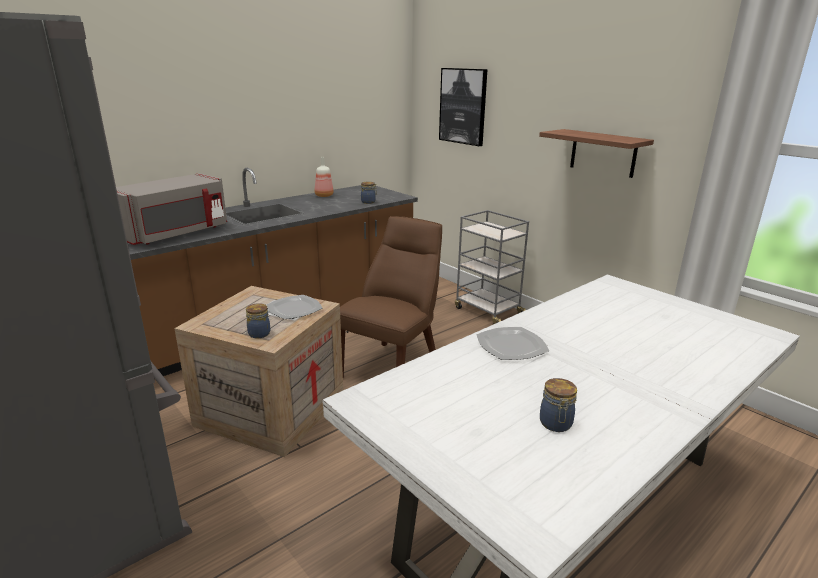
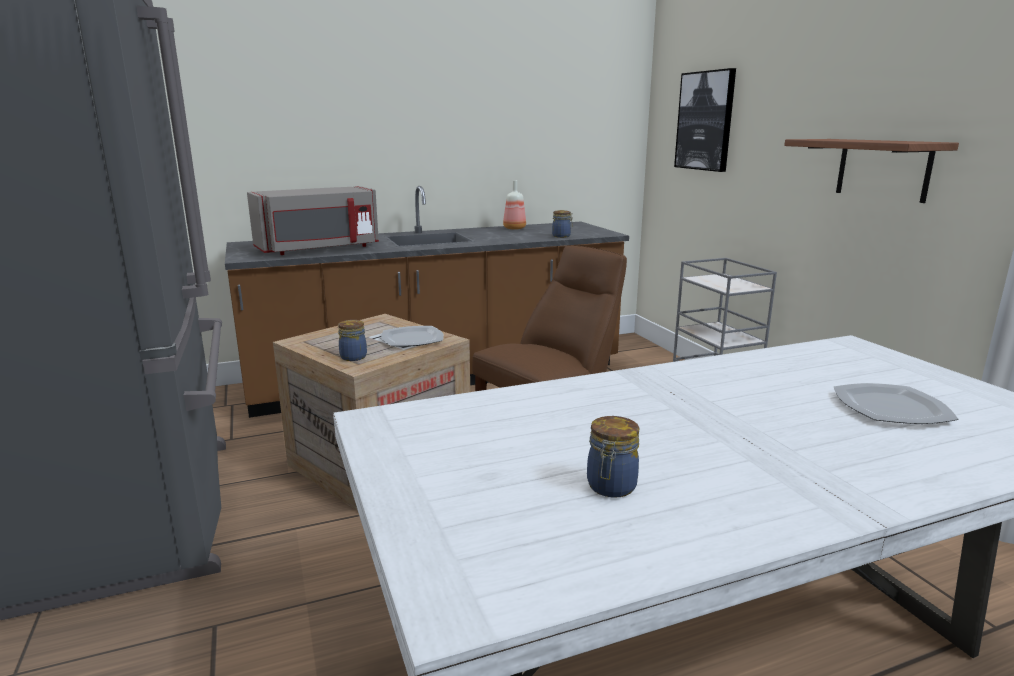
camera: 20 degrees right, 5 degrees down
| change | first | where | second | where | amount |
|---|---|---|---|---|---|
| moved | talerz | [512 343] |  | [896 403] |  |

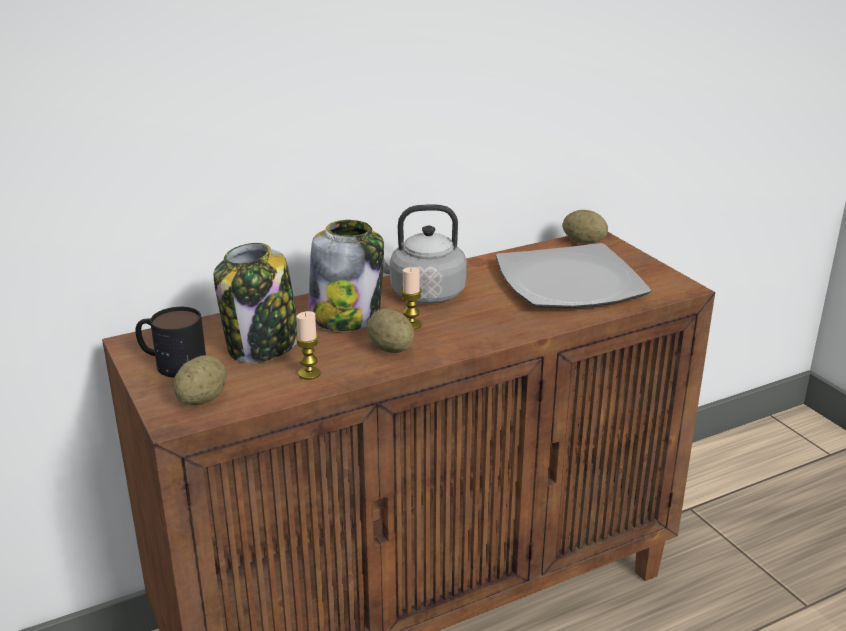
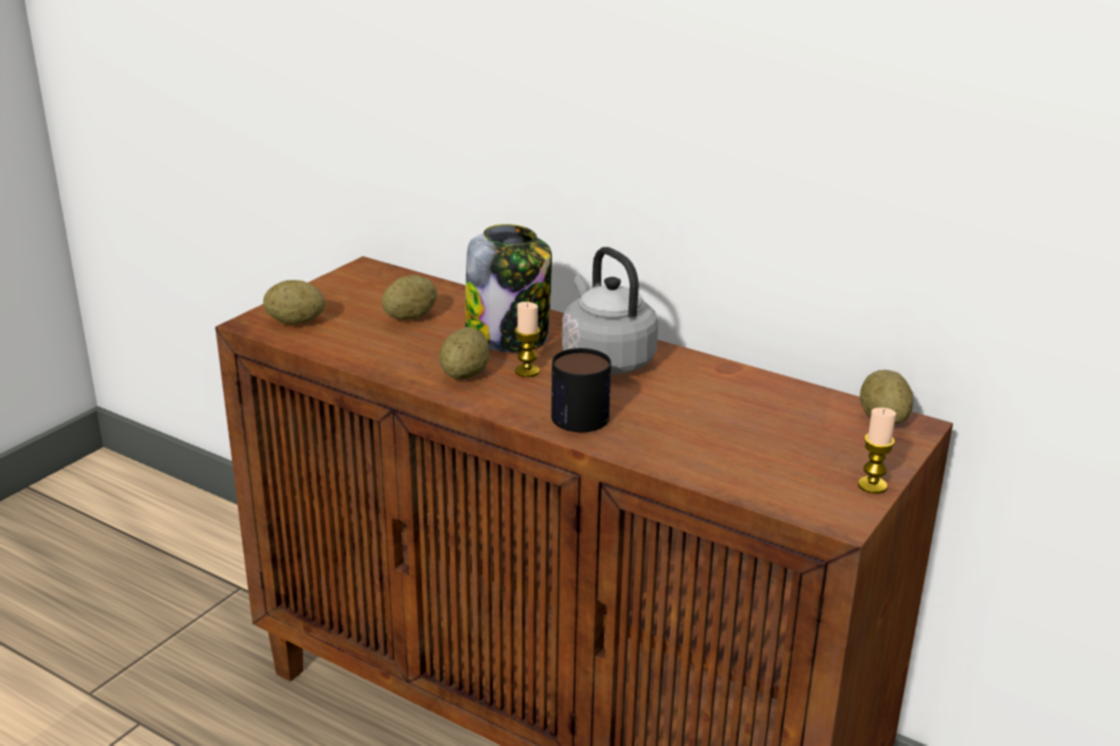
camera: 60 degrees right, 0 degrees up
| change | first | where | second | where | amount |
|---|---|---|---|---|---|
| replaced | słoik | [256 303] | ziemniak | [409 297] |  |
| moved | kubek | [170 342] |  | [581 390] |  |
| moved | świeca | [308 345] |  | [877 450] |  |
| removed | talerz | [573 275] |  |  |  |

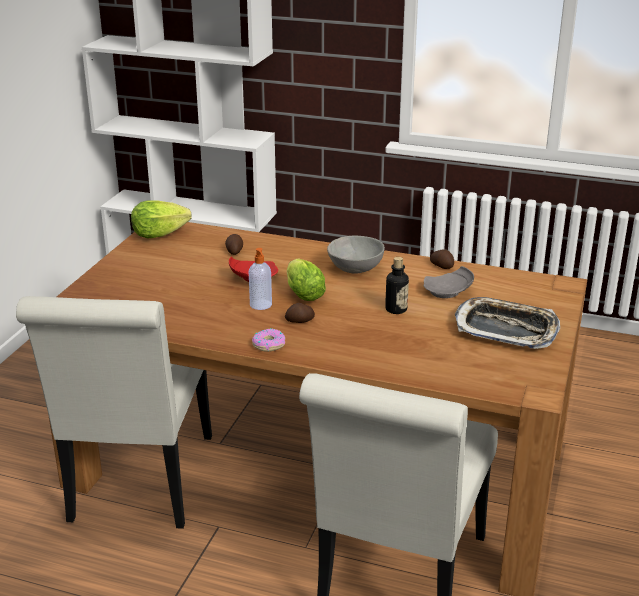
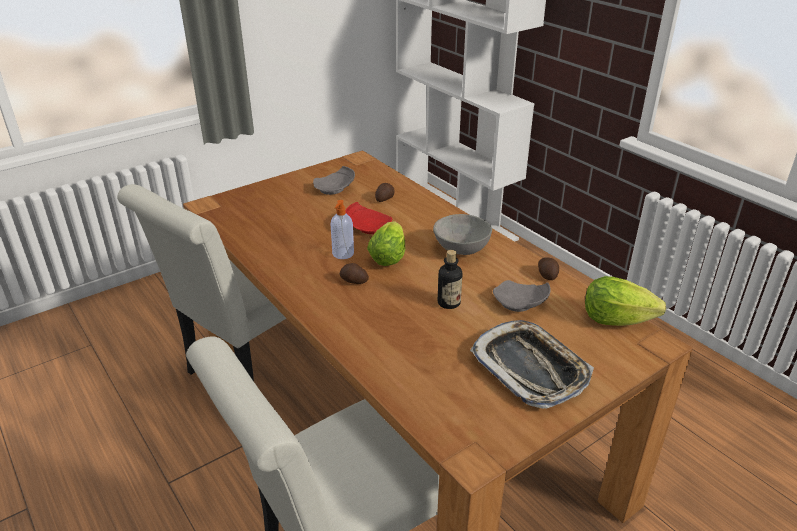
camera: 35 degrees right, 5 degrees up
| change | first | where | second | where | amount |
|---|---|---|---|---|---|
| added |  |  | talerz (szary) | [334 180] |  |
| moved | sałata | [161 219] |  | [625 301] |  |
| removed | donut | [269 340] |  |  |  |

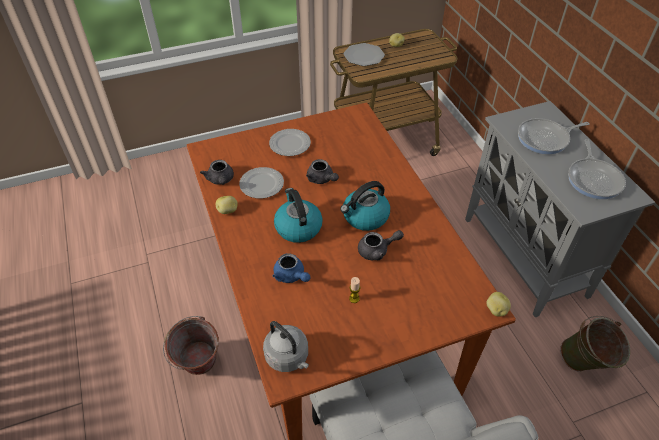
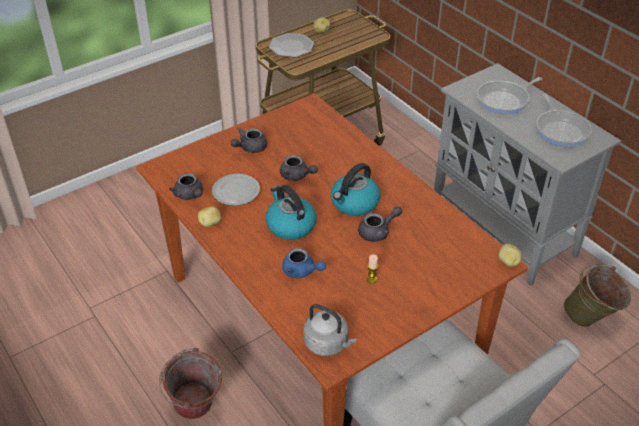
camera: 15 degrees left, 5 degrees down
| change | first | where | second | where | amount |
|---|---|---|---|---|---|
| replaced | talerz | [290 142] | imbryk (szary) | [249 140] |  |

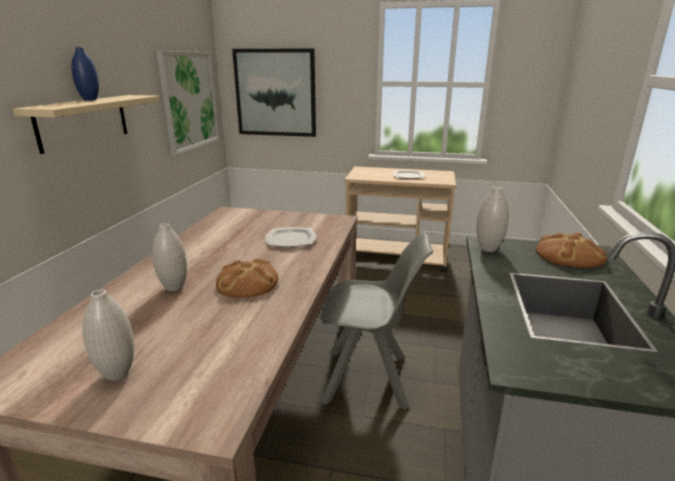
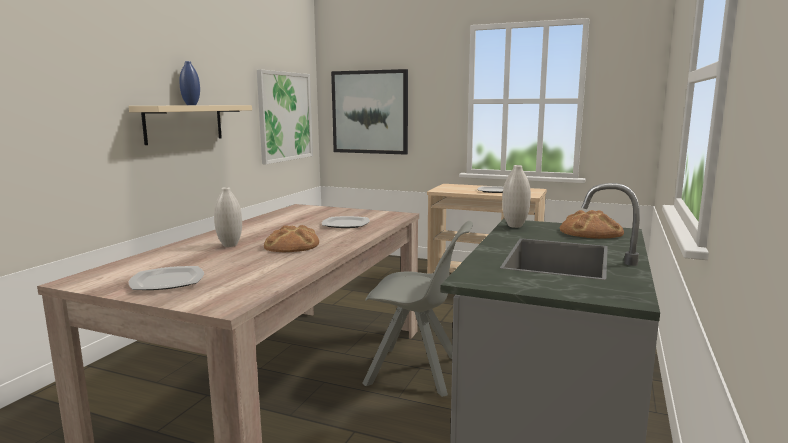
camera: 10 degrees right, 10 degrees down
| change | first | where | second | where | amount |
|---|---|---|---|---|---|
| replaced | wazon (biały) | [108 334] | talerz | [166 278] |  |

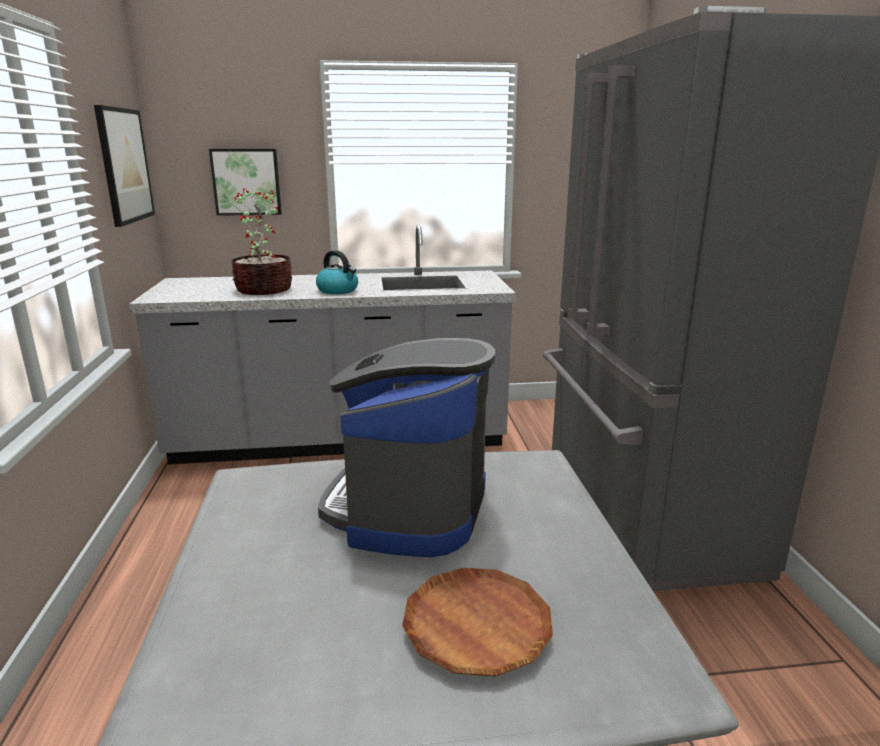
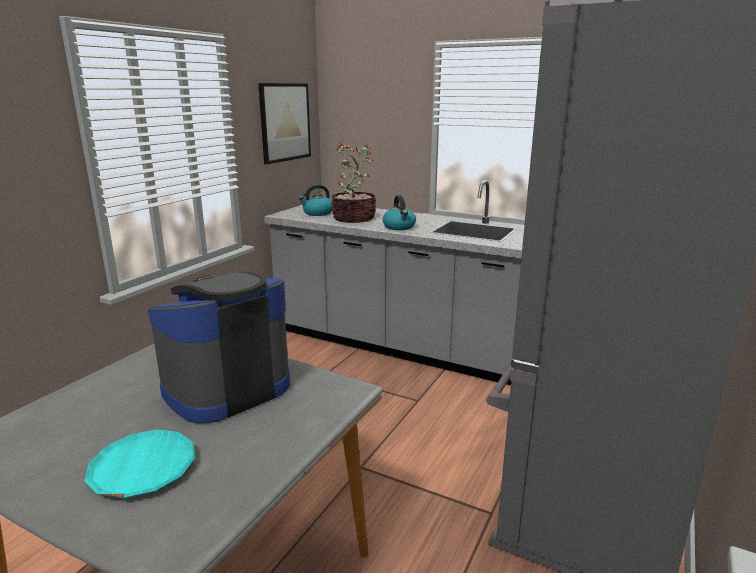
camera: 35 degrees right, 0 degrees up
| change | first | where | second | where | amount |
|---|---|---|---|---|---|
| recoloured | talerz (brązowy) | [477 622] | talerz (turkusowy) | [140 463] |  |
| added |  |  | czajnik | [315 200] |  |
| removed | obraz | [245 182] |  |  |  |

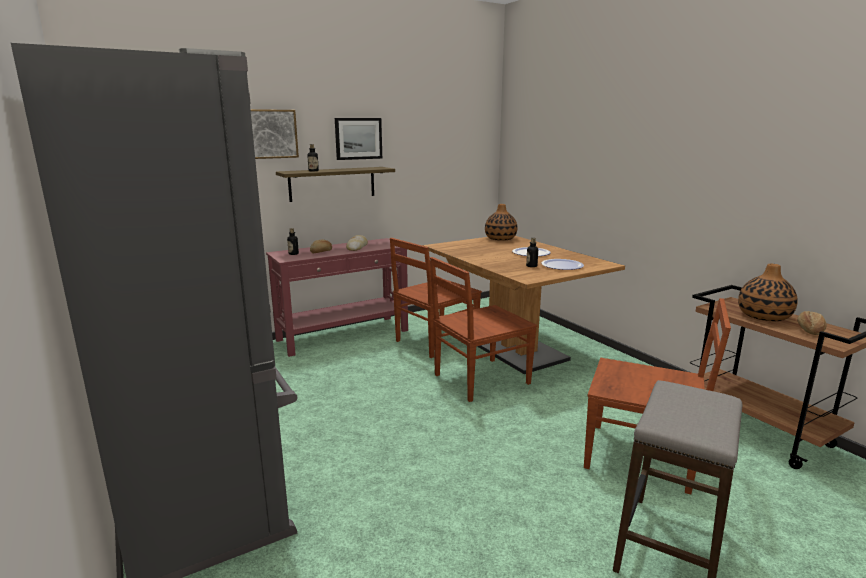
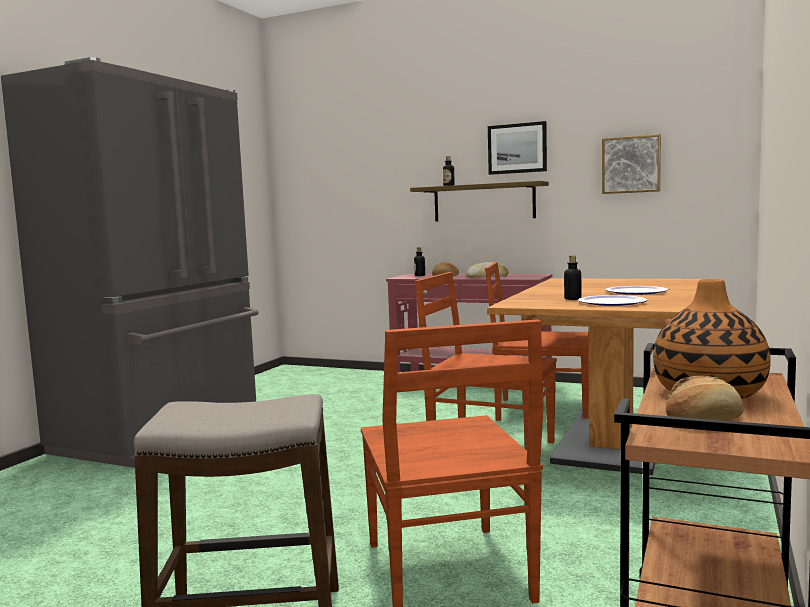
camera: 55 degrees right, 10 degrees down
| change | first | where | second | where | amount |
|---|---|---|---|---|---|
| moved | obraz | [274 134] |  | [631 164] |  |
| removed | wazon | [501 222] |  |  |  |

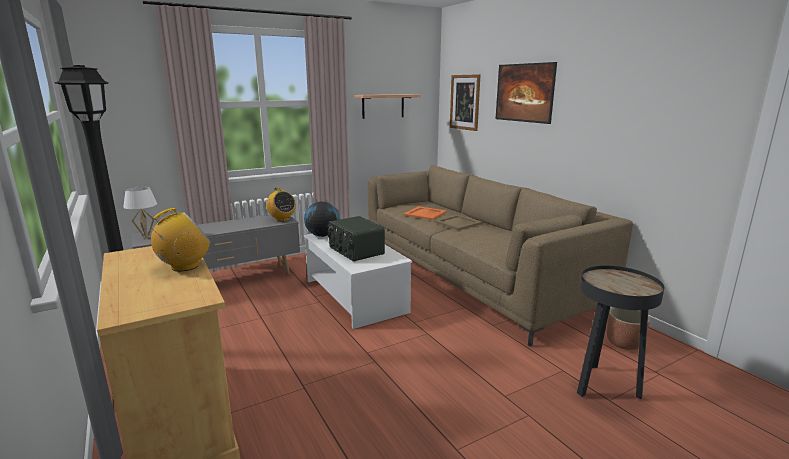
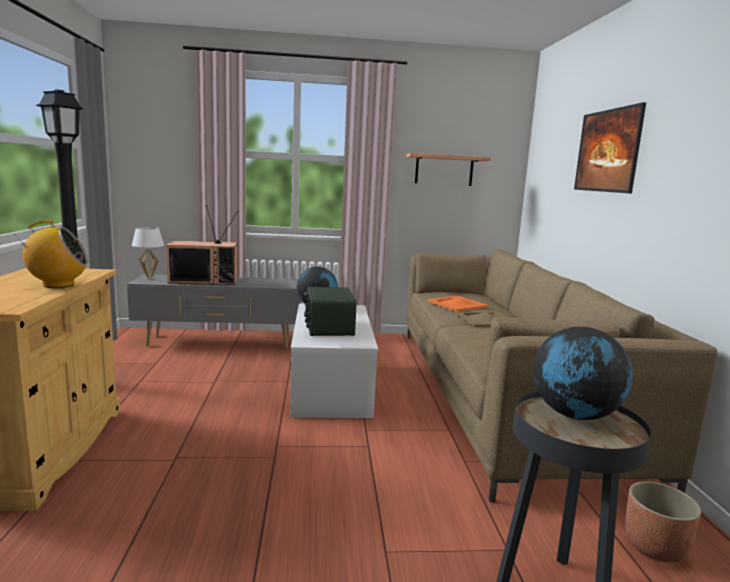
camera: 25 degrees right, 5 degrees down
| change | first | where | second | where | amount |
|---|---|---|---|---|---|
| added |  |  | telewizor | [202 245] |  |
| added |  |  | globus | [583 373] |  |
| removed | radio | [281 204] |  |  |  |
| removed | obraz | [465 102] |  |  |  |

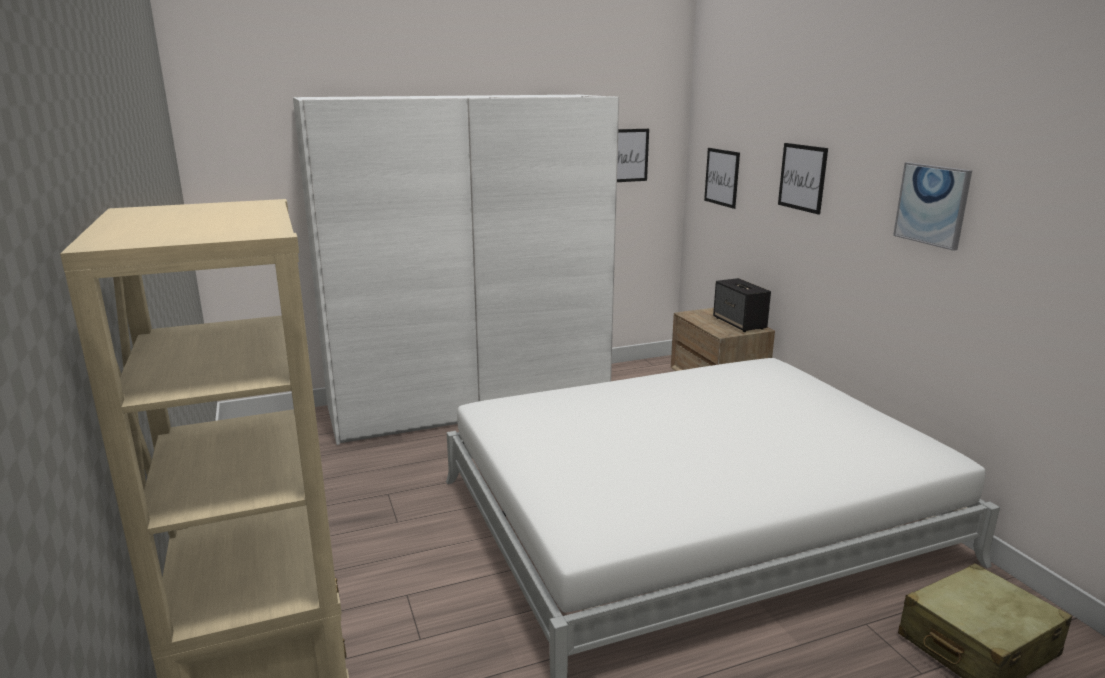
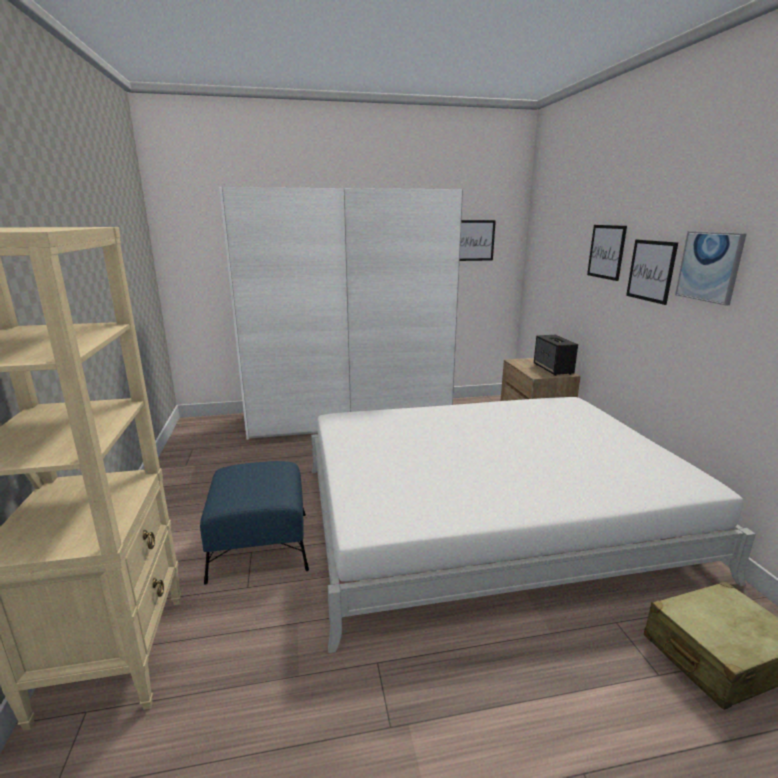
camera: 10 degrees right, 0 degrees up
| change | first | where | second | where | amount |
|---|---|---|---|---|---|
| added |  |  | pufa (niebieski) | [254 523] |  |
| moved | obraz | [722 178] |  | [652 272] |  |

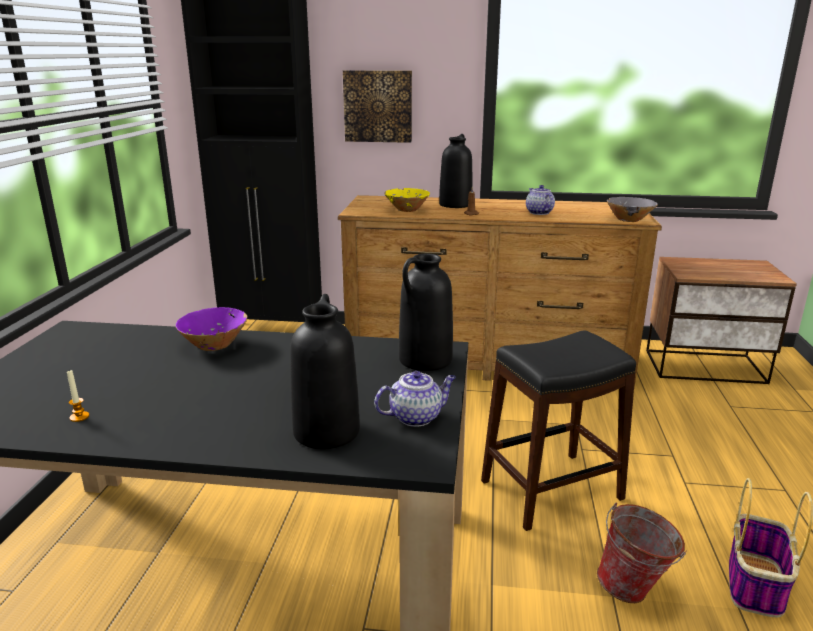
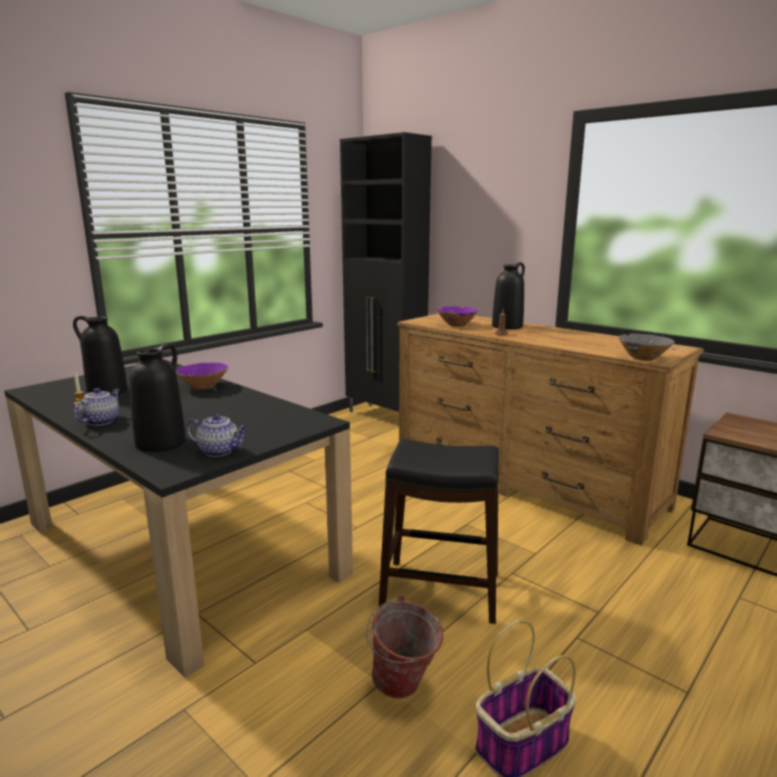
camera: 35 degrees right, 5 degrees down
| change | first | where | second | where | amount |
|---|---|---|---|---|---|
| moved | wazon (czarny) | [426 312] |  | [100 356] |  |
| moved | imbryk | [540 200] |  | [97 407] |  |
| recoloured | miska (żółty) | [407 200] | miska (fioletowy) | [457 316] |  |
| removed | obraz | [377 106] |  |  |  |

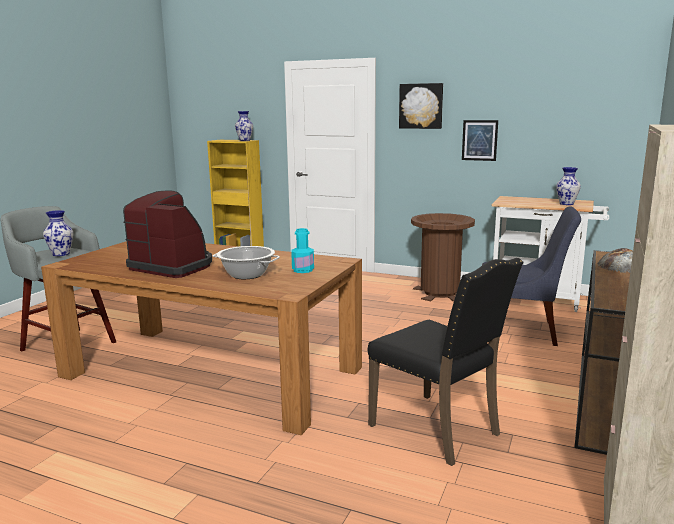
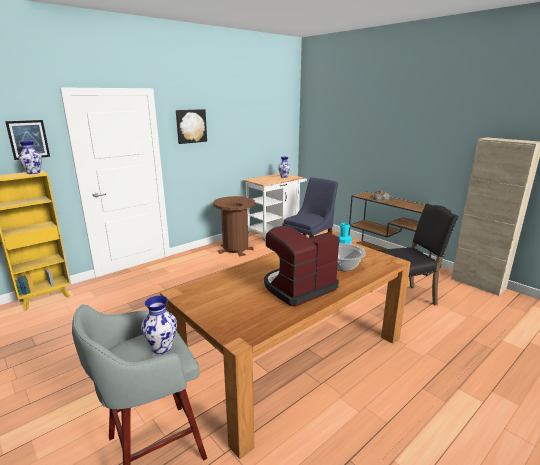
camera: 65 degrees left, 5 degrees up
| change | first | where | second | where | amount |
|---|---|---|---|---|---|
| moved | obraz | [480 140] |  | [27 140] |  |

